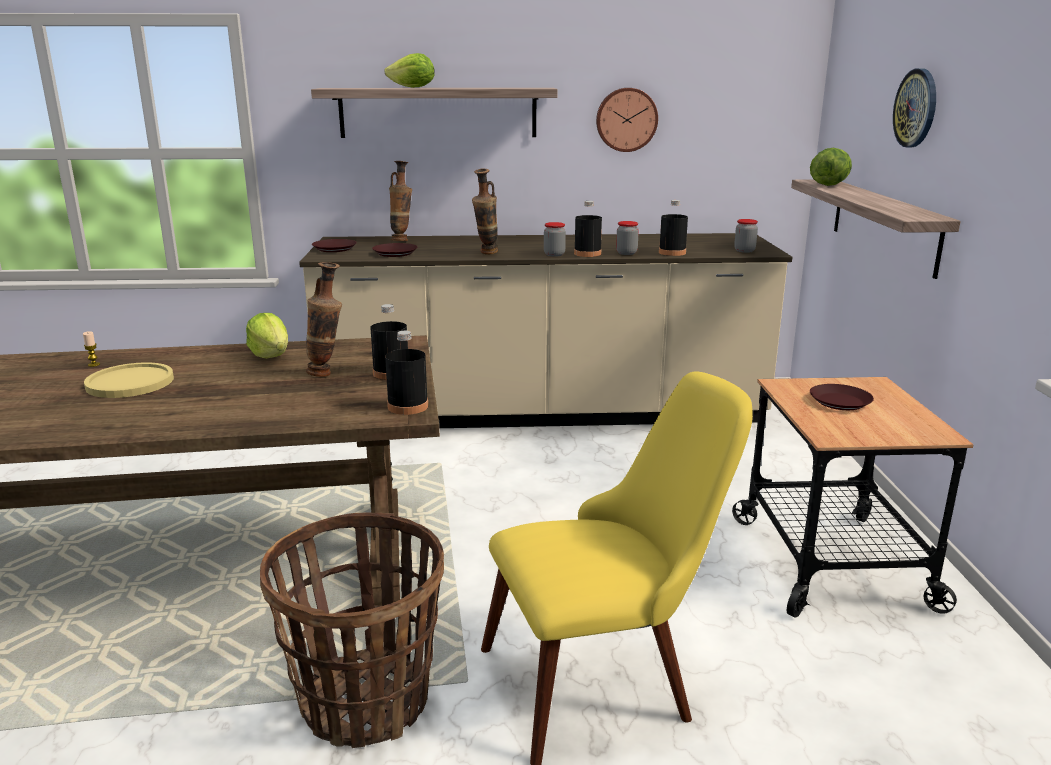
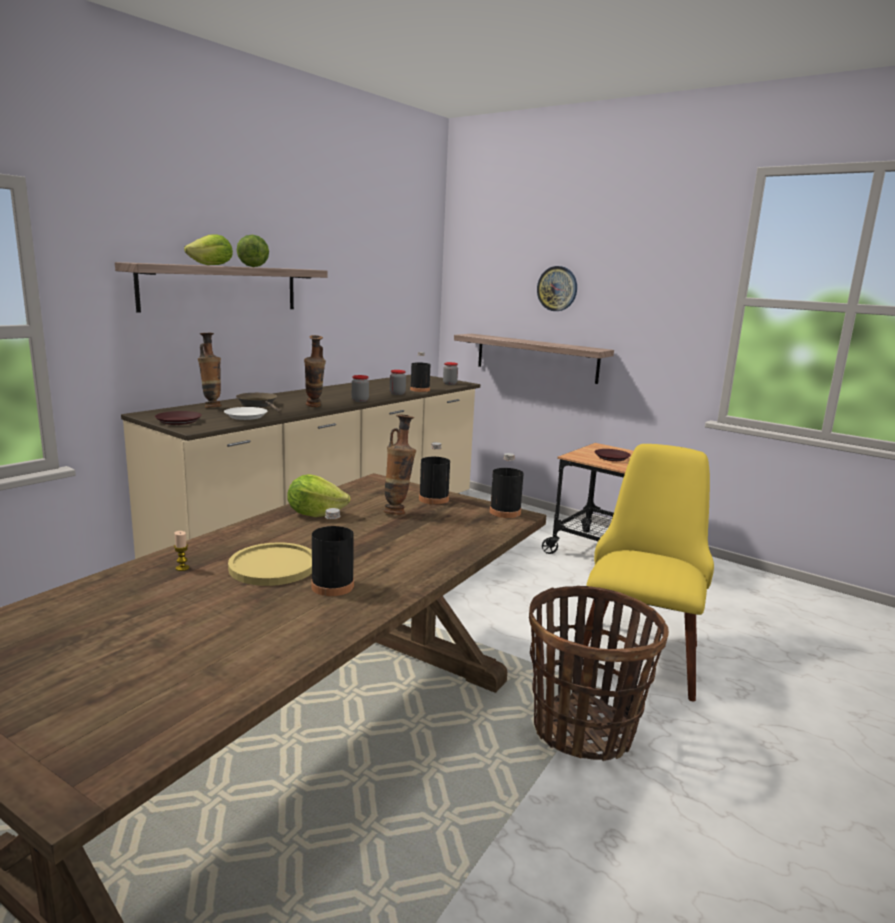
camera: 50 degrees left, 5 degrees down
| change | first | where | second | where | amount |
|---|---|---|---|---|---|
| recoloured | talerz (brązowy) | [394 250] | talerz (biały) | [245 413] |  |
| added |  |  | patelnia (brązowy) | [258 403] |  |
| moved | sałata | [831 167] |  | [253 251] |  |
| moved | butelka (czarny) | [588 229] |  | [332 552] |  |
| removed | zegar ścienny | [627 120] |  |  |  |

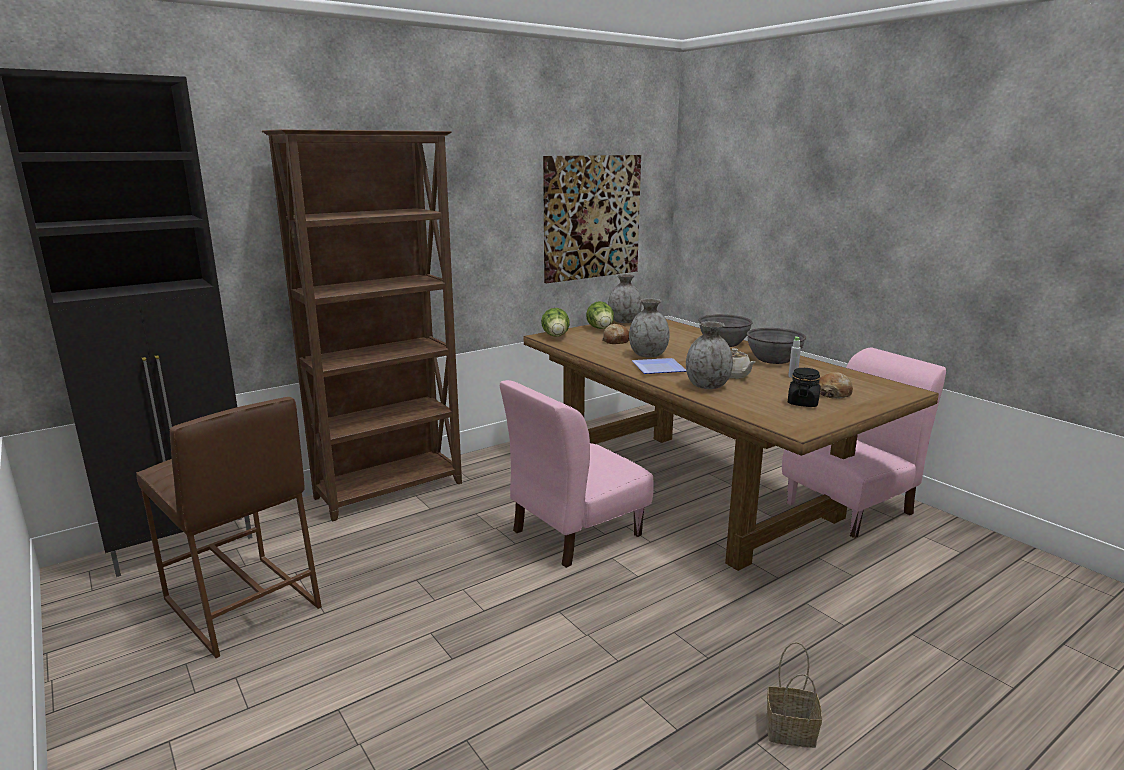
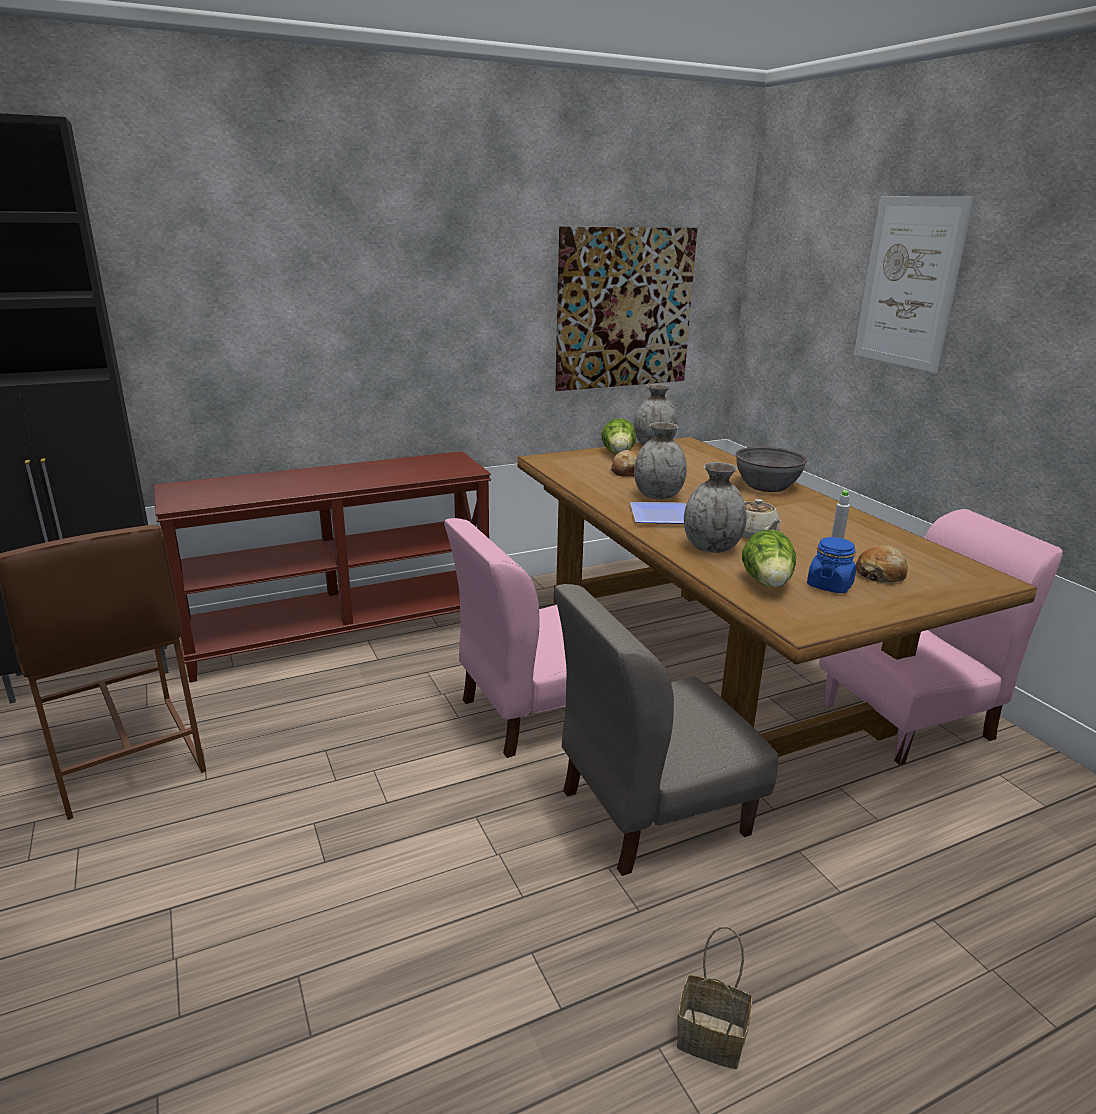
camera: 10 degrees right, 5 degrees up
| change | first | where | second | where | amount |
|---|---|---|---|---|---|
| replaced | regał (brązowy) | [362 325] | stolik konsolowy (brązowy) | [322 567] |  |
| added |  |  | krzesło (szary) | [666 730] |  |
| moved | sałata | [555 322] |  | [769 559] |  |
| recoloured | słoik (czarny) | [804 387] | słoik (niebieski) | [831 565] |  |
| added |  |  | obraz | [914 284] |  |
| removed | miska (szary) | [776 346] |  |  |  |

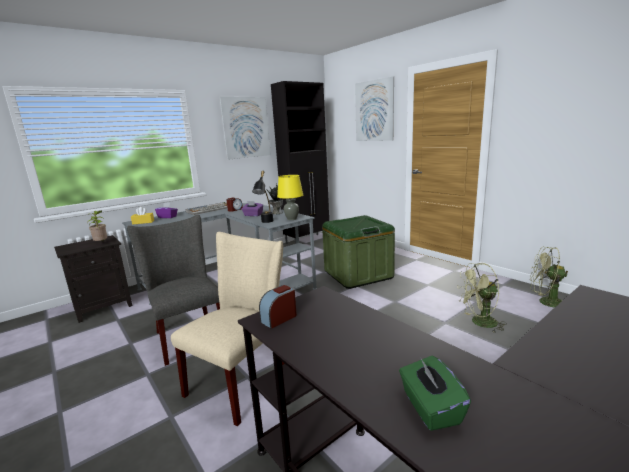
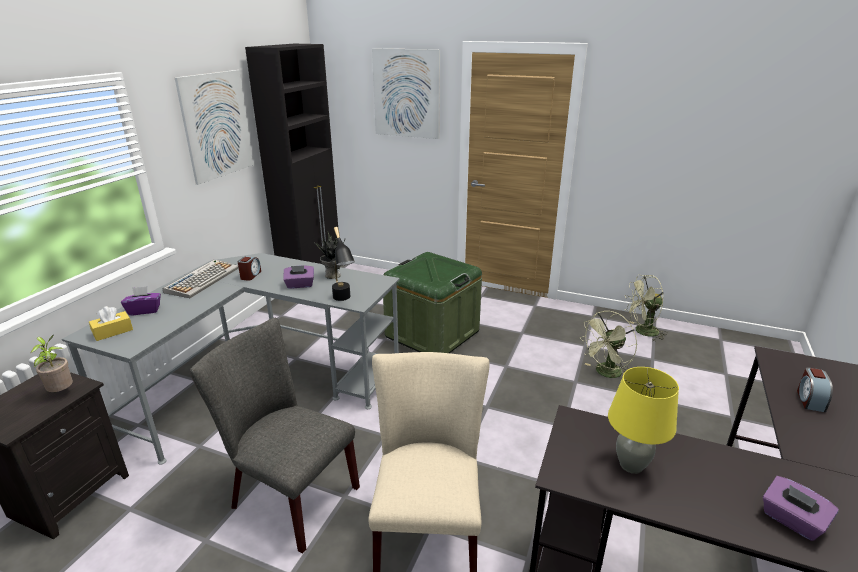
camera: 30 degrees left, 10 degrees up
| change | first | where | second | where | amount |
|---|---|---|---|---|---|
| moved | lampa stołowa (żółty) | [290 197] |  | [643 420] |  |
| recoloured | pudełko chusteczek (zielony) | [435 393] | pudełko chusteczek (fioletowy) | [801 508] |  |
| moved | budzik | [278 307] |  | [815 389] |  |

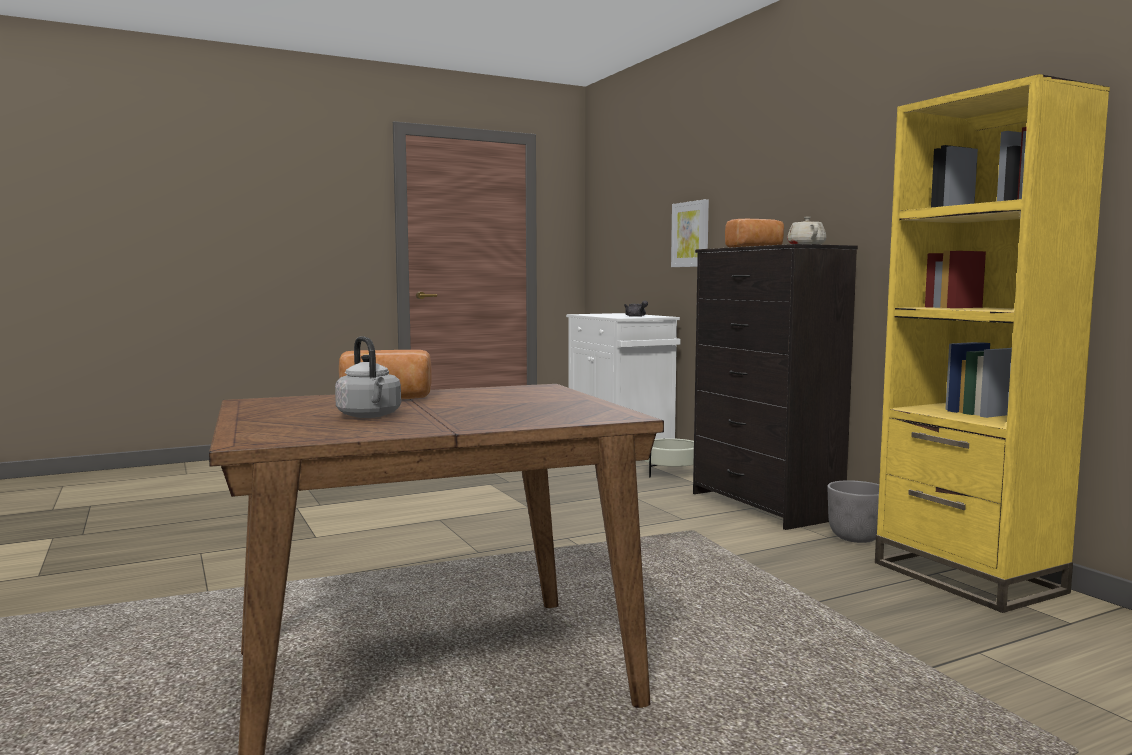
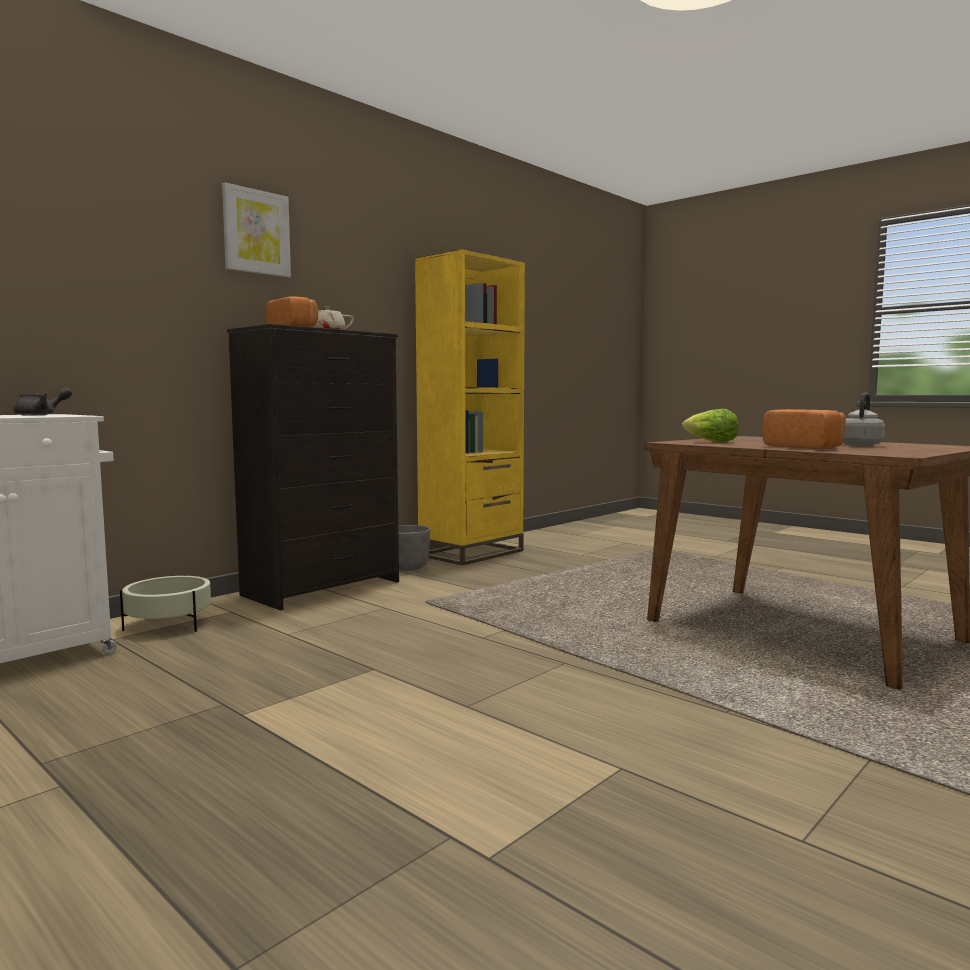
camera: 110 degrees left, 0 degrees up
| change | first | where | second | where | amount |
|---|---|---|---|---|---|
| moved | obraz | [690 233] |  | [256 230] |  |
| added |  |  | sałata | [710 426] |  |

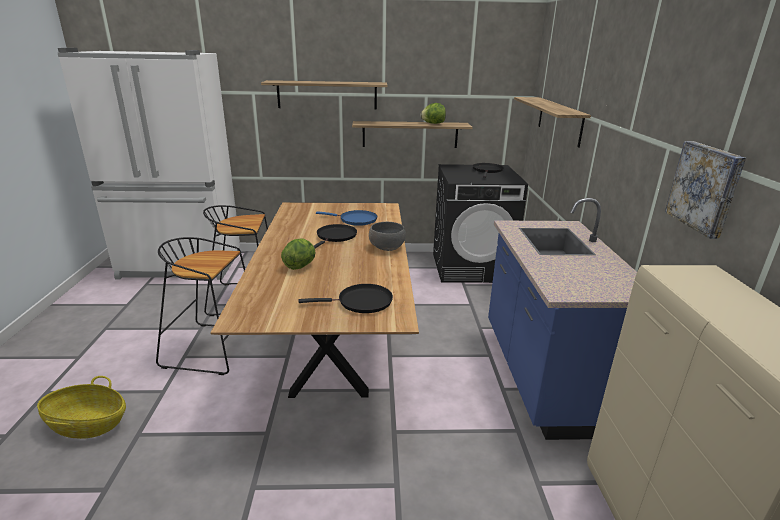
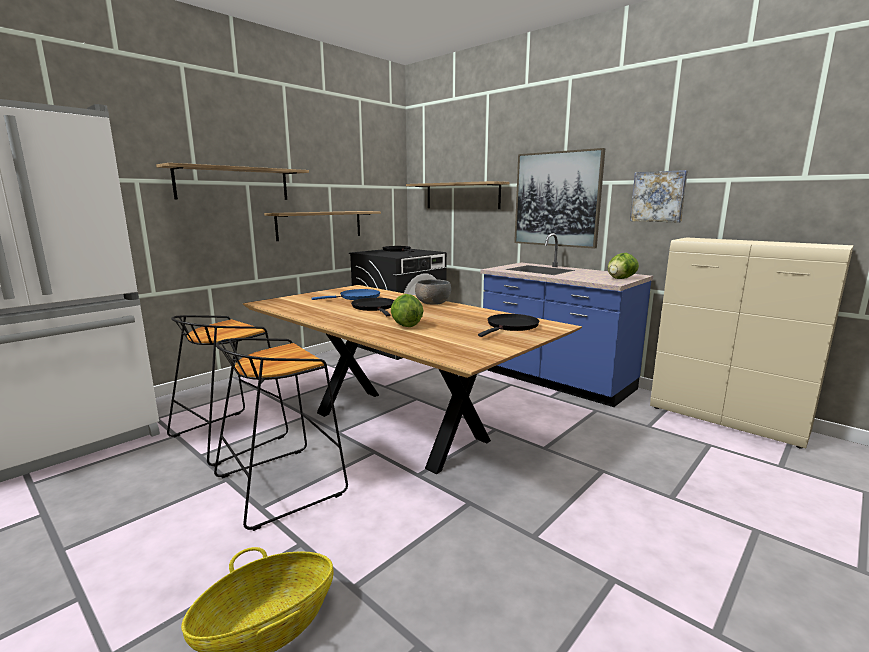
camera: 45 degrees left, 10 degrees down
| change | first | where | second | where | amount |
|---|---|---|---|---|---|
| added |  |  | obraz | [559 198] |  |
| moved | sałata | [433 113] |  | [623 266] |  |

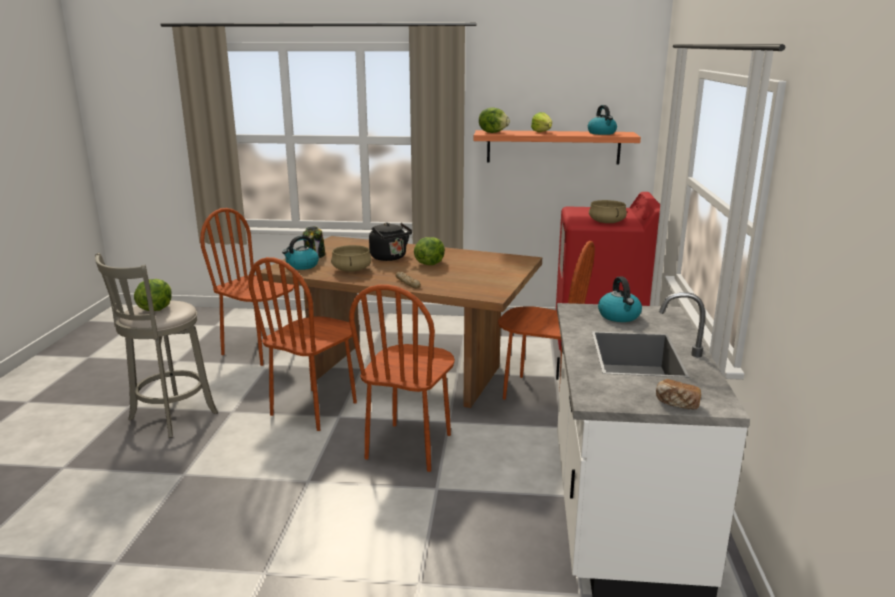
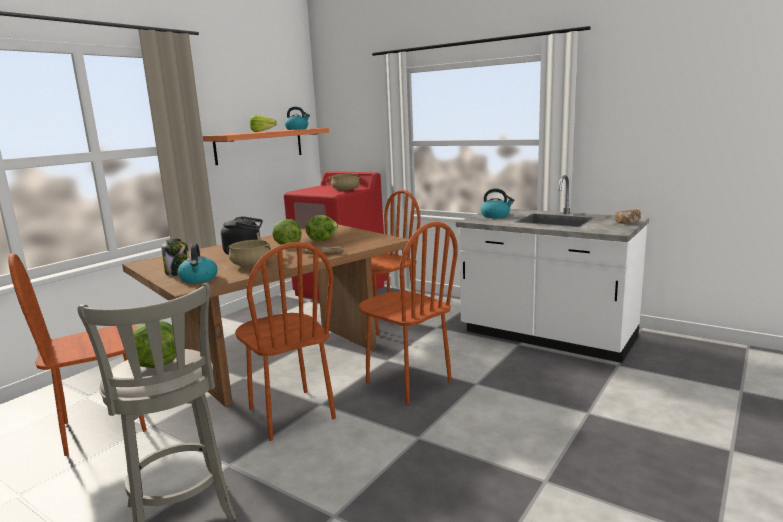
camera: 60 degrees left, 5 degrees down
| change | first | where | second | where | amount |
|---|---|---|---|---|---|
| moved | sałata | [494 120] |  | [321 228] |  |

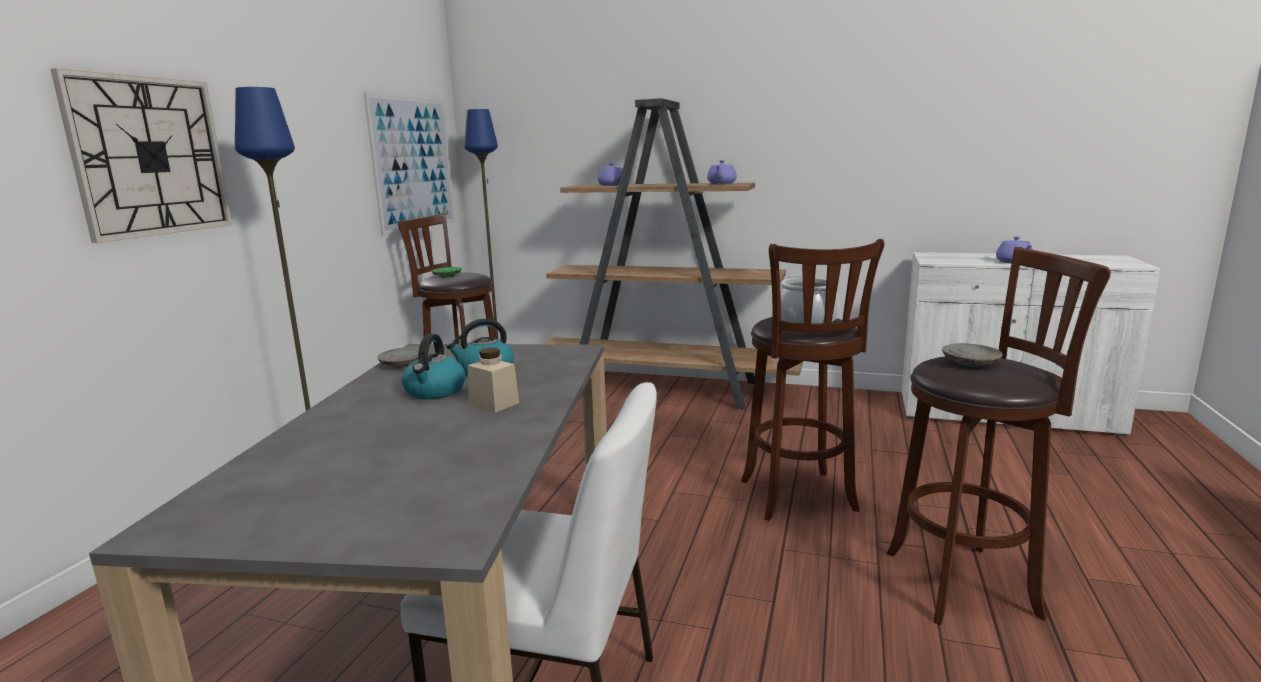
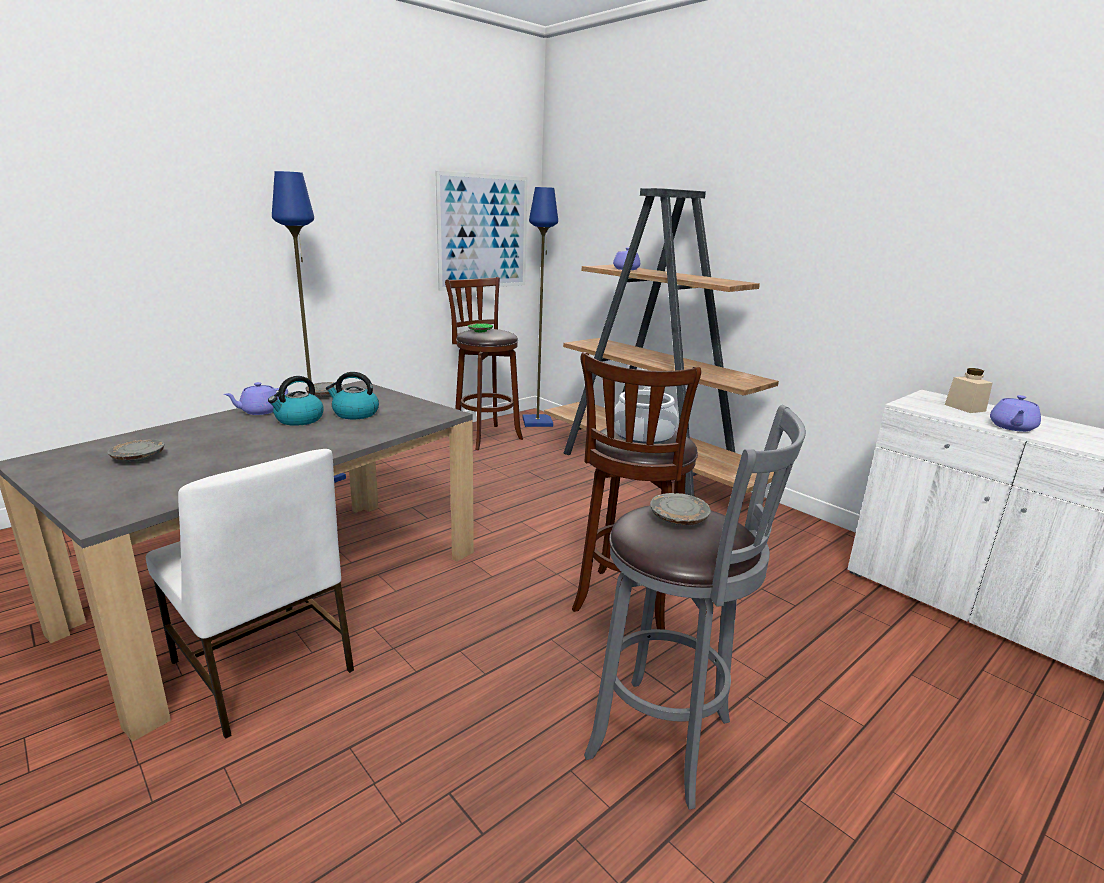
camera: 30 degrees right, 5 degrees up
| change | first | where | second | where | amount |
|---|---|---|---|---|---|
| added |  |  | talerz (szary) | [135 450] |  |
| moved | imbryk (fioletowy) | [722 172] |  | [256 398] |  |
| recoloured | stołek (brązowy) | [999 436] | stołek (szary) | [695 607] |  |
| moved | słoik (beżowy) | [493 380] |  | [969 390] |  |
| removed | zegar ścienny | [141 155] |  |  |  |

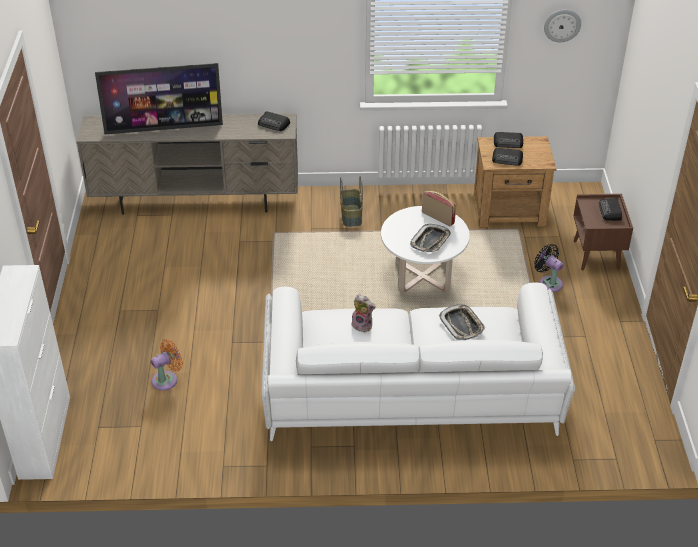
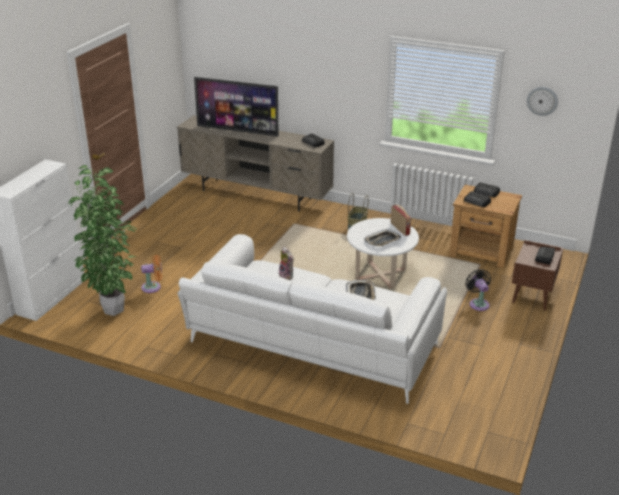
camera: 25 degrees right, 10 degrees down
| change | first | where | second | where | amount |
|---|---|---|---|---|---|
| added |  |  | roślina doniczkowa | [102 240] |  |

